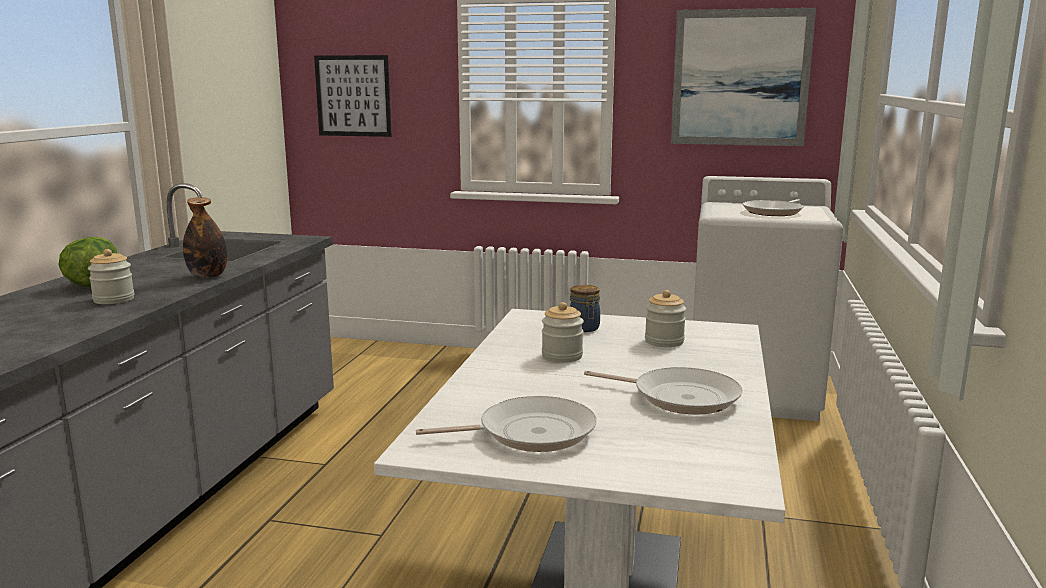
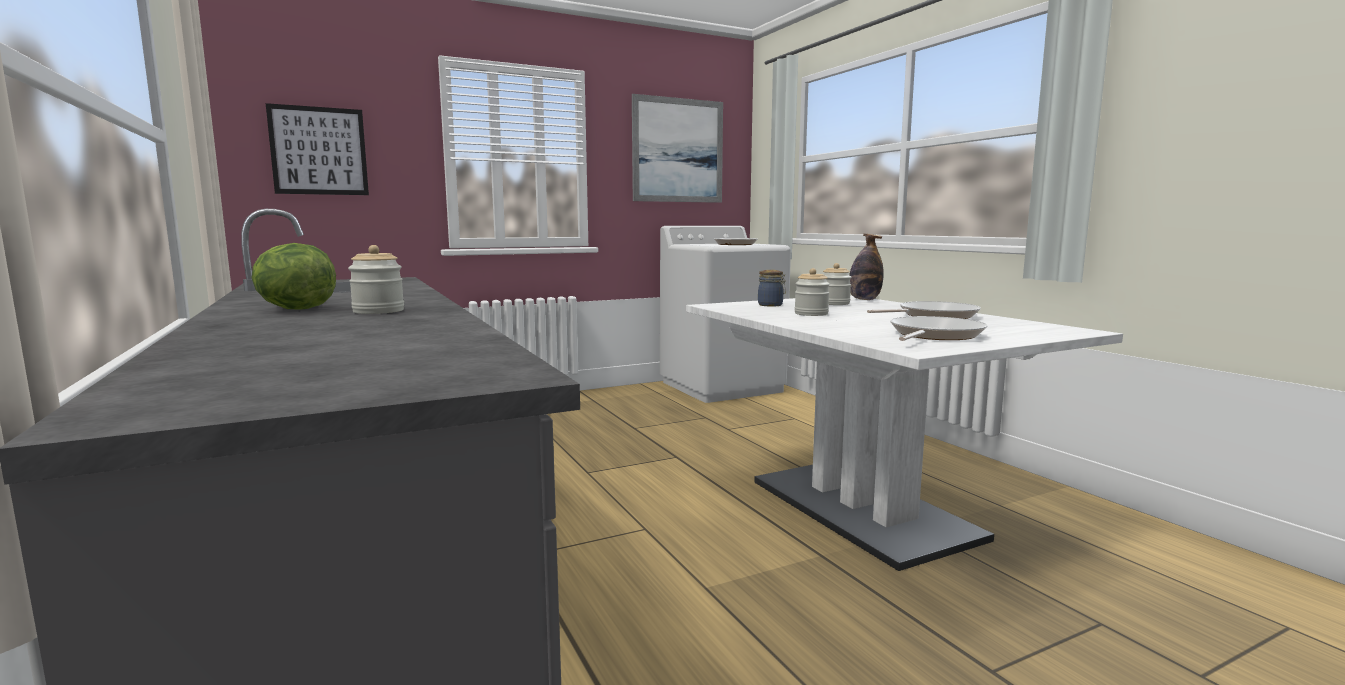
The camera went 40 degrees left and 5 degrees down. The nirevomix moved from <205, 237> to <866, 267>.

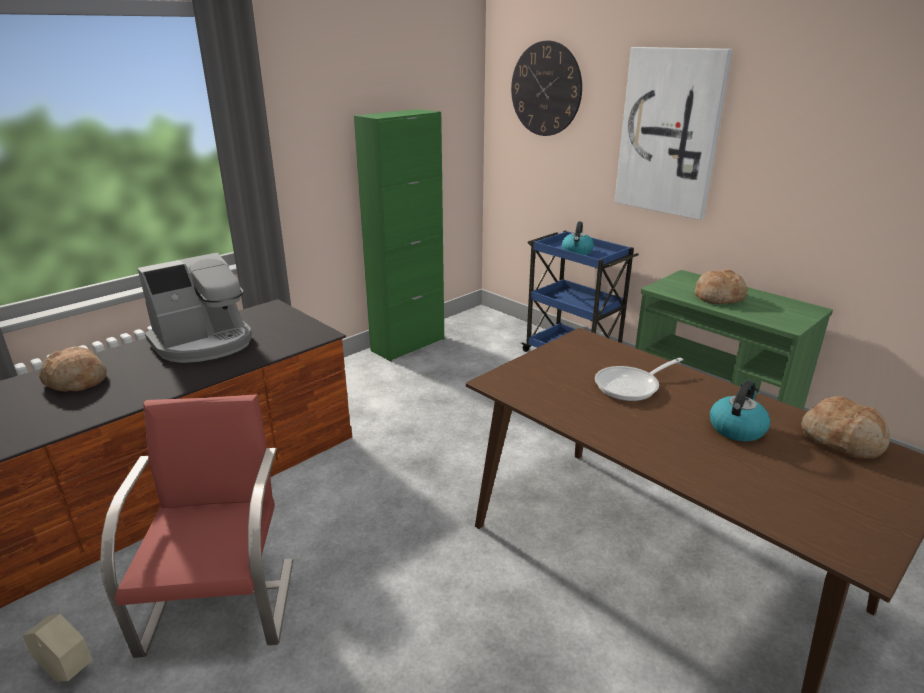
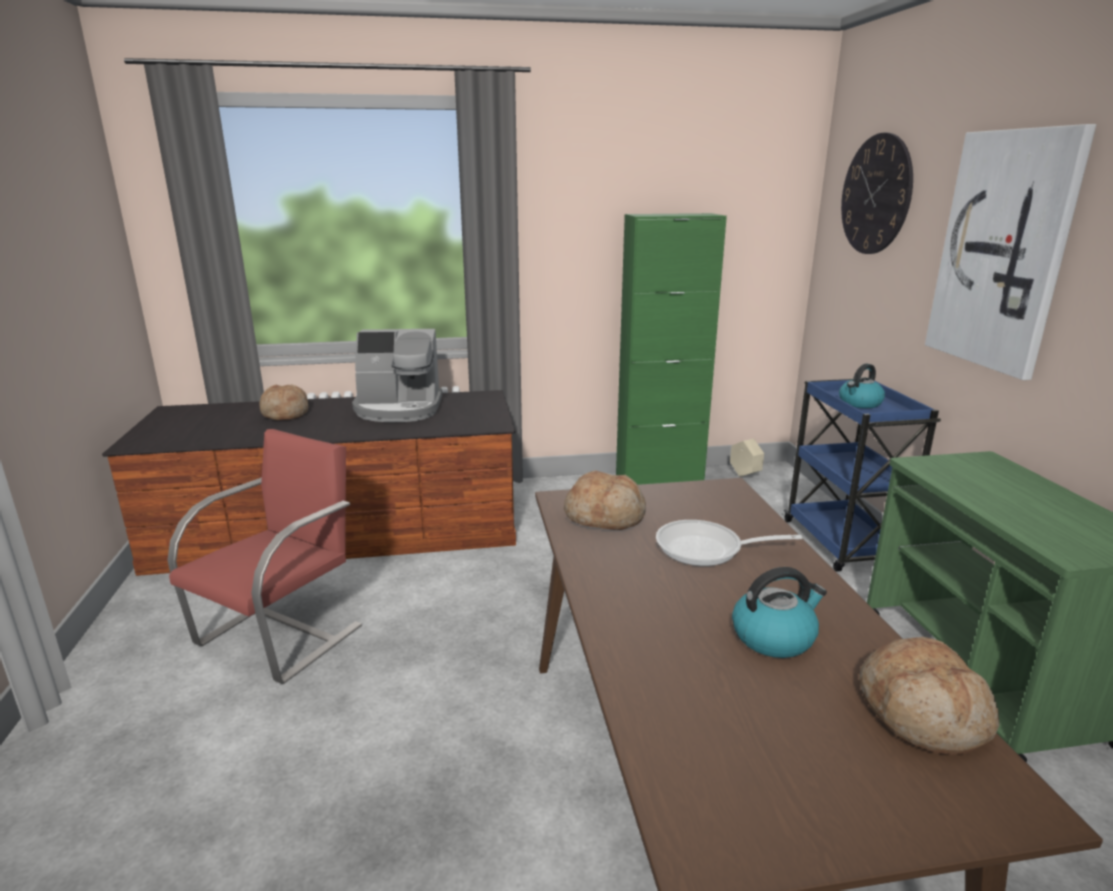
The camera went 35 degrees right and 5 degrees down. The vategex moved from <721, 286> to <605, 500>. The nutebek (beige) moved from <57, 648> to <747, 458>.

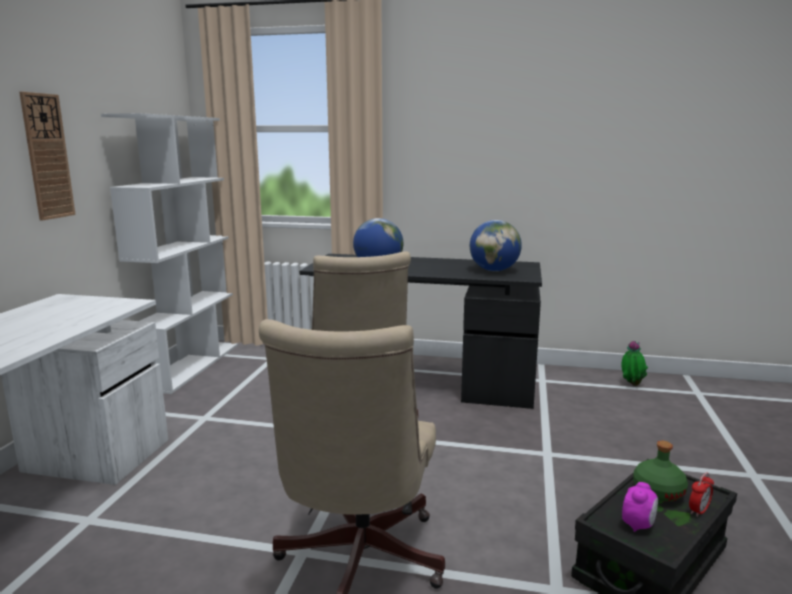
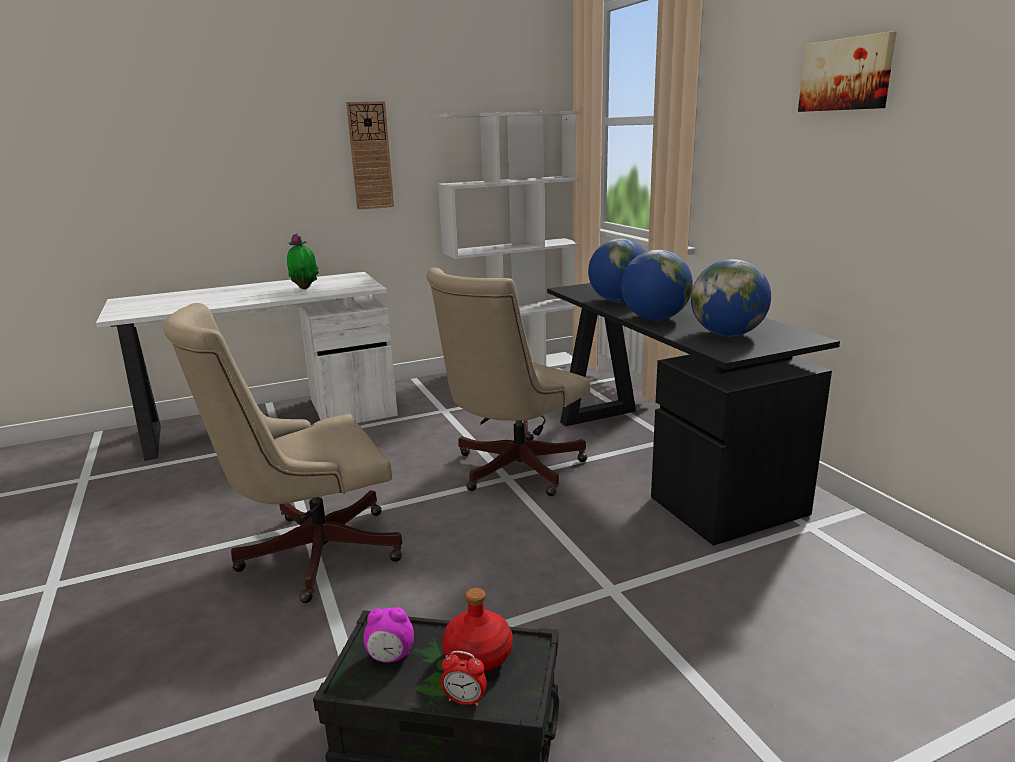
The camera went 55 degrees right and 5 degrees up. The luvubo moved from <635, 363> to <303, 261>. The nirevomix (green) at <660, 471> became the nirevomix (red) at <477, 630>. The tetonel at <847, 72> appeared. The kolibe at <657, 285> appeared.

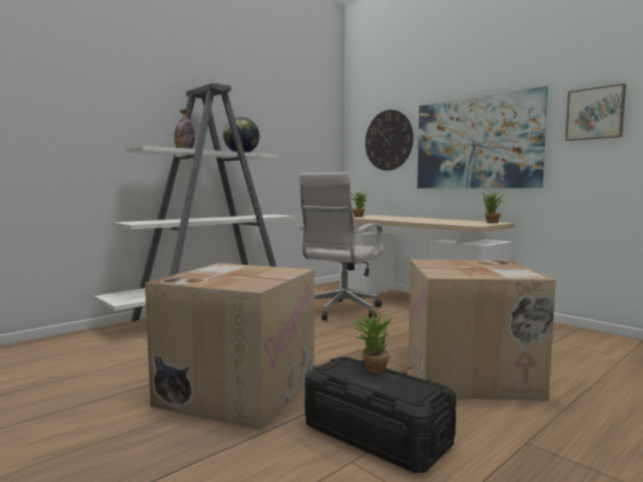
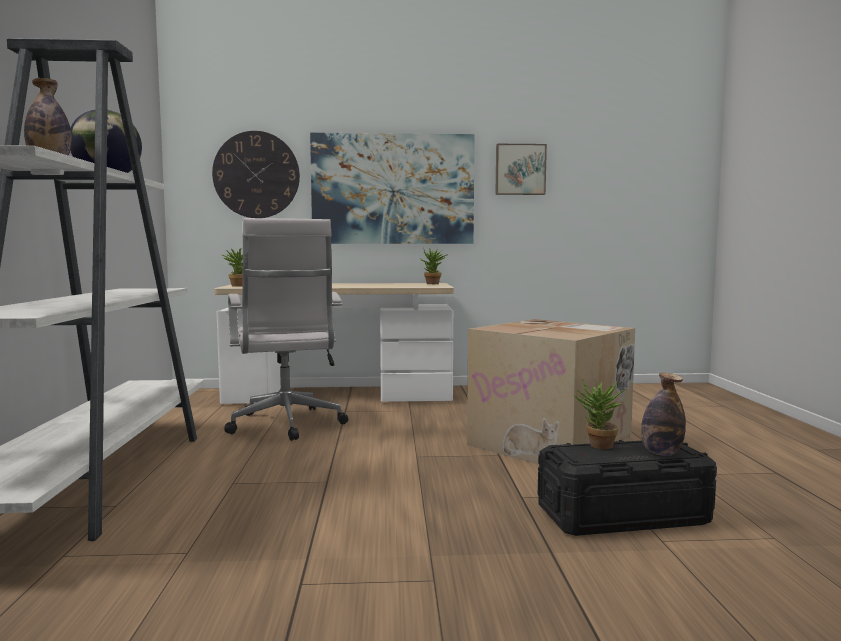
The camera went 50 degrees left and 0 degrees up. The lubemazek at <229, 346> disappeared. The nirevomix at <663, 414> appeared.

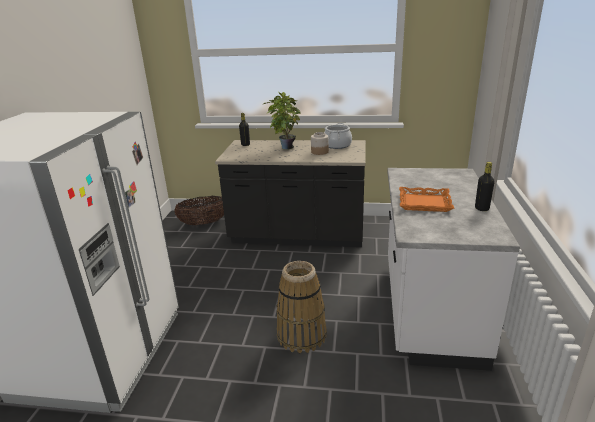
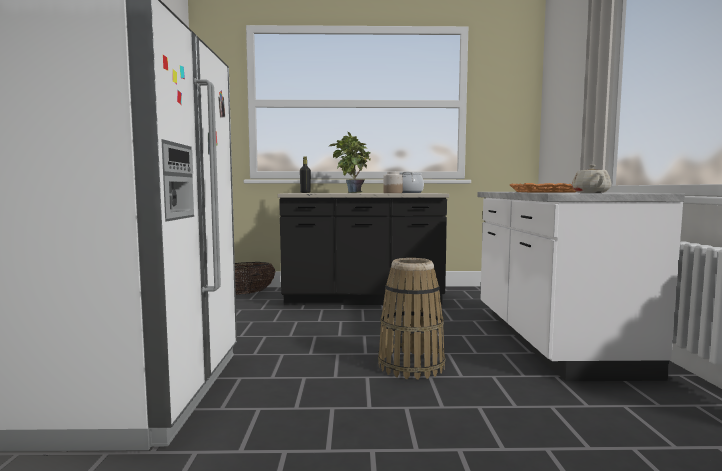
The camera went 10 degrees left and 20 degrees down. The nirevomix (black) at <485, 186> disappeared. The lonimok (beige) at <592, 179> appeared.

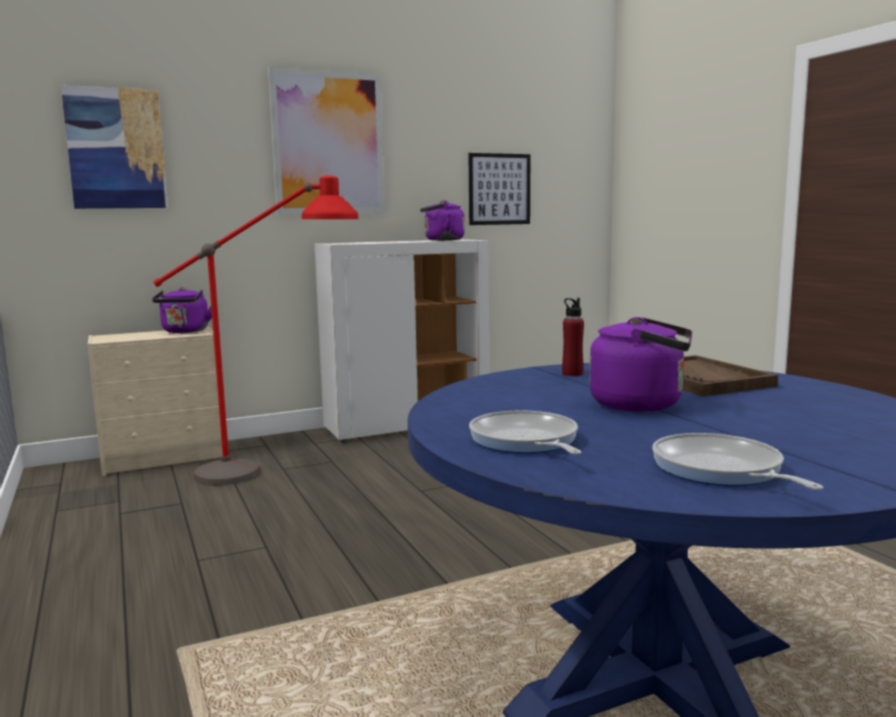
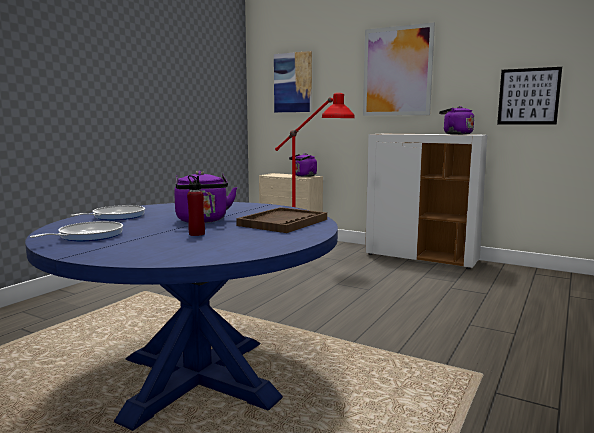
The camera went 55 degrees right and 0 degrees up. The nirevomix (red) moved from <573, 337> to <196, 205>.

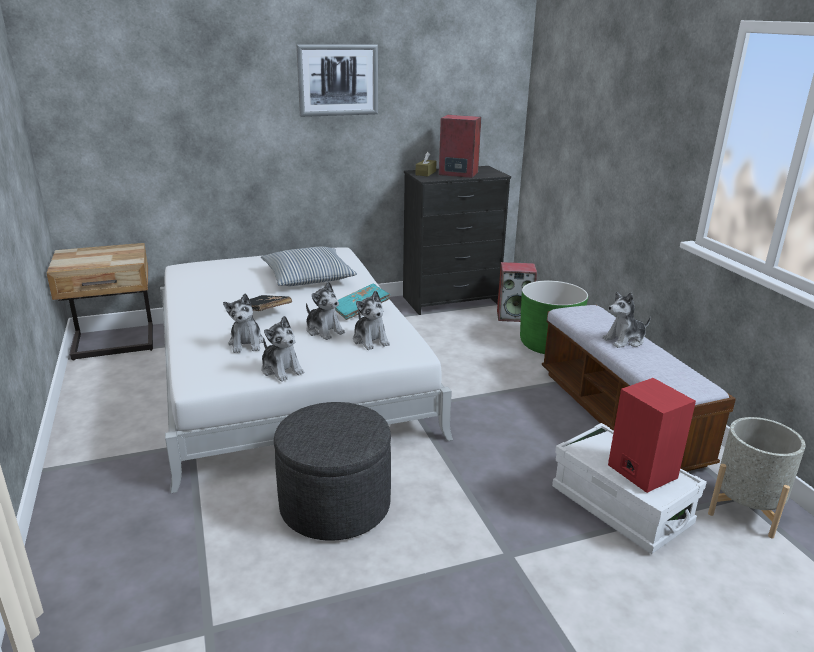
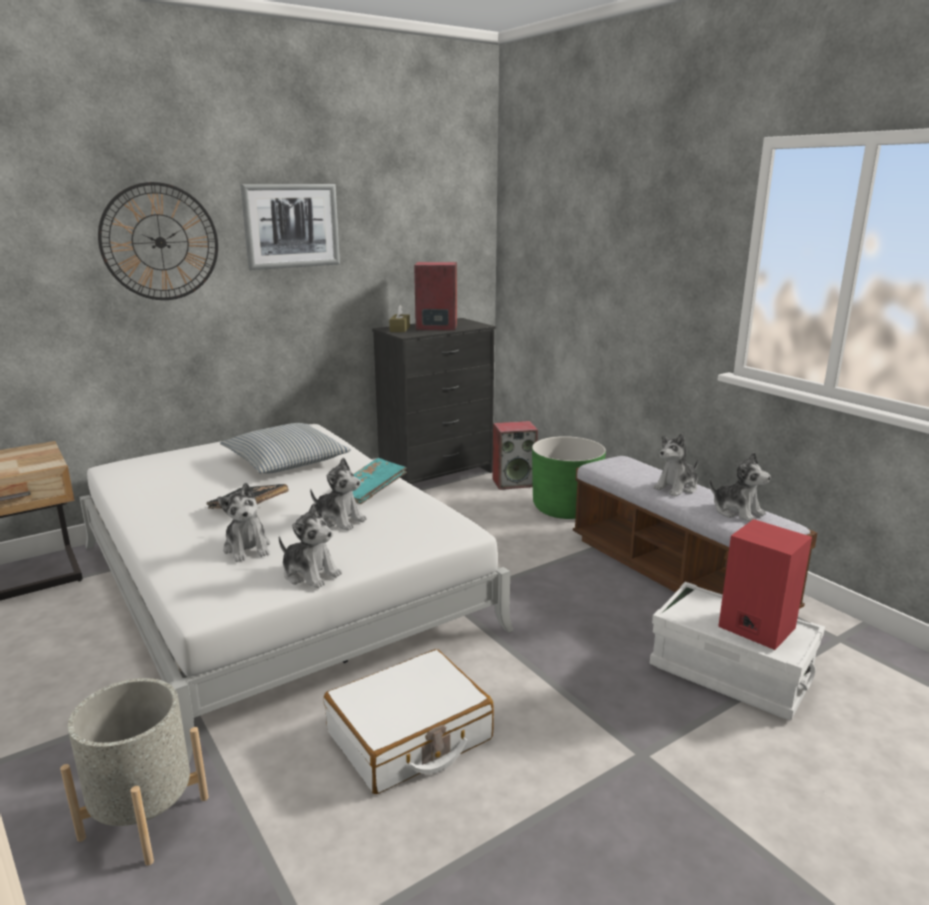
The camera went 15 degrees left and 5 degrees down. The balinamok moved from <371, 320> to <740, 487>. The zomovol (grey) at <332, 471> was replaced by the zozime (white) at <409, 721>. The nutebek (grey) moved from <757, 477> to <134, 772>. The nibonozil at <158, 241> appeared.

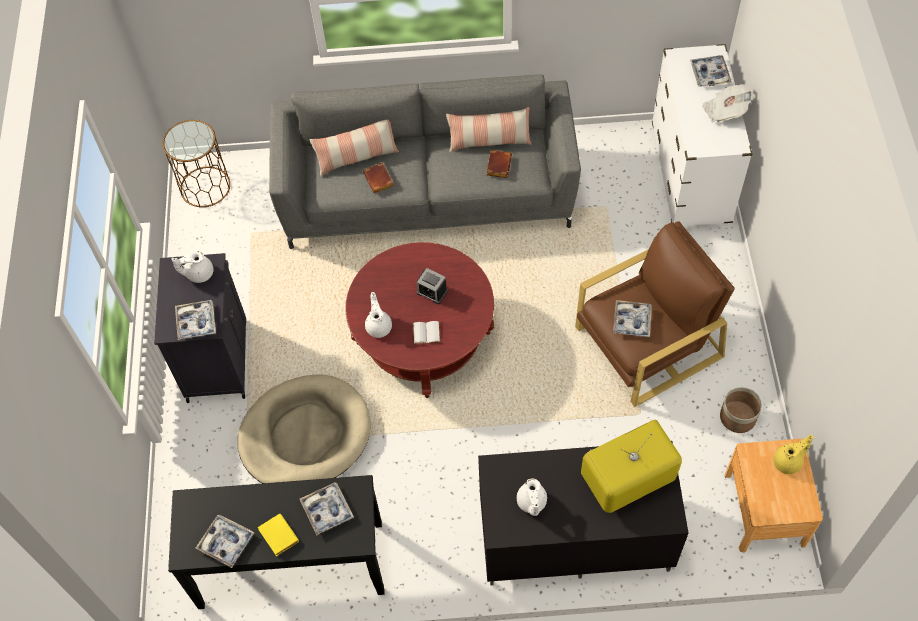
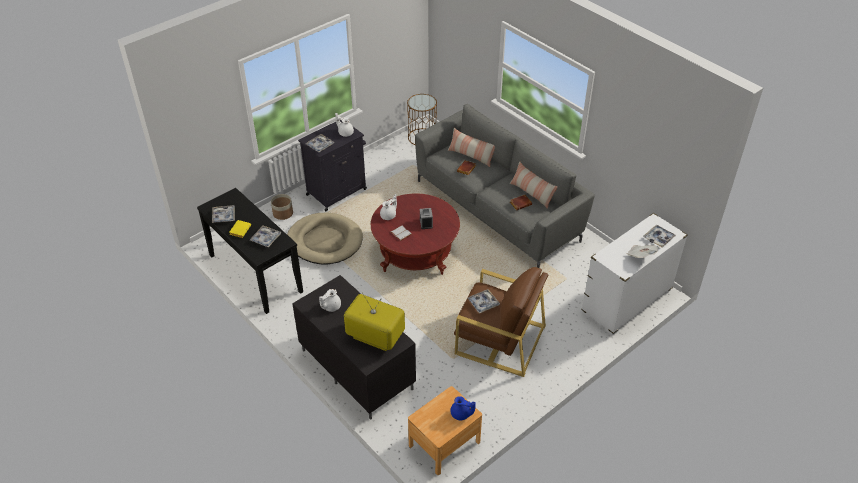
The camera went 50 degrees right and 15 degrees down. The nutebek moved from <741, 410> to <282, 207>. The lonimok (yellow) at <793, 454> became the lonimok (blue) at <463, 408>.

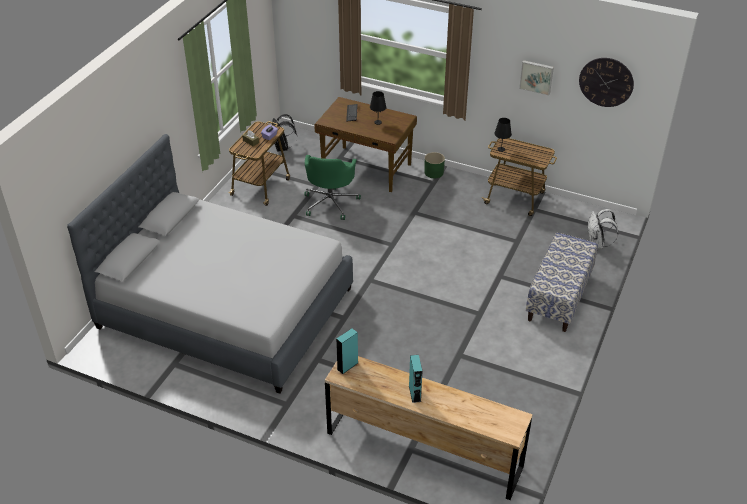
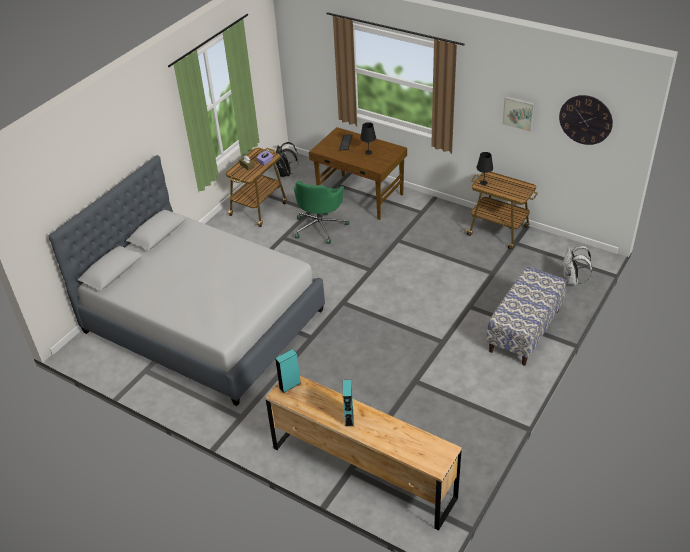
The camera went 10 degrees right and 0 degrees up. The nutebek (green) at <435, 165> disappeared.

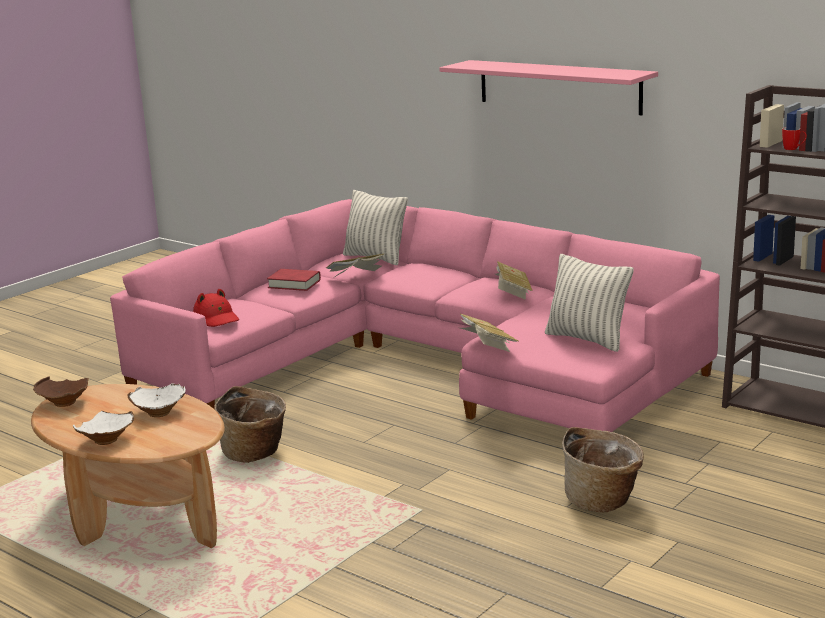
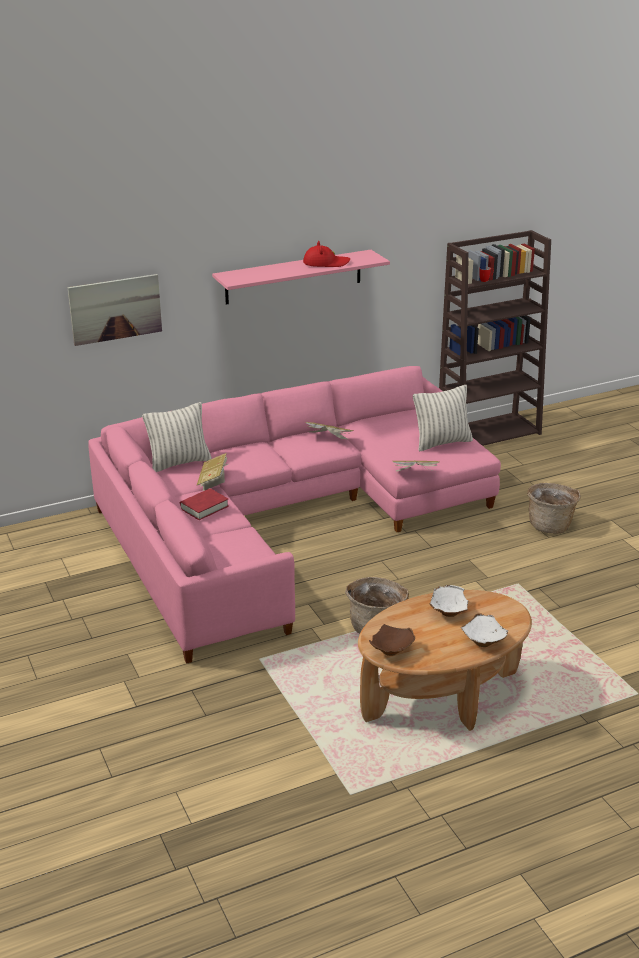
The camera went 65 degrees left and 10 degrees up. The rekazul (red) moved from <216, 308> to <326, 254>. The tetonel at <115, 310> appeared.

